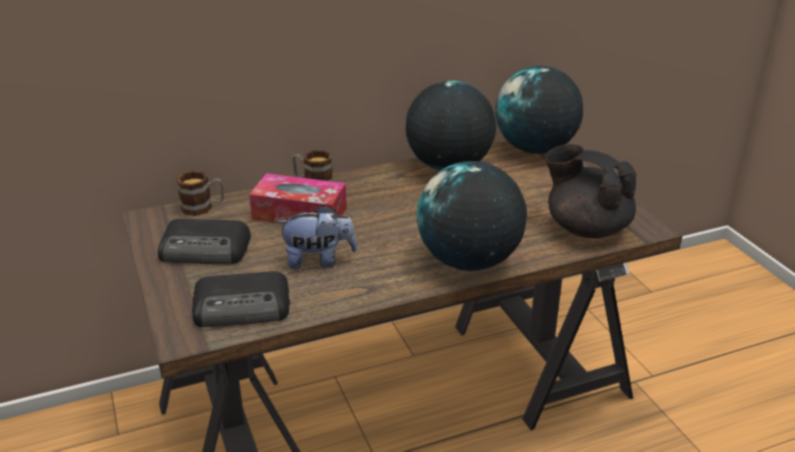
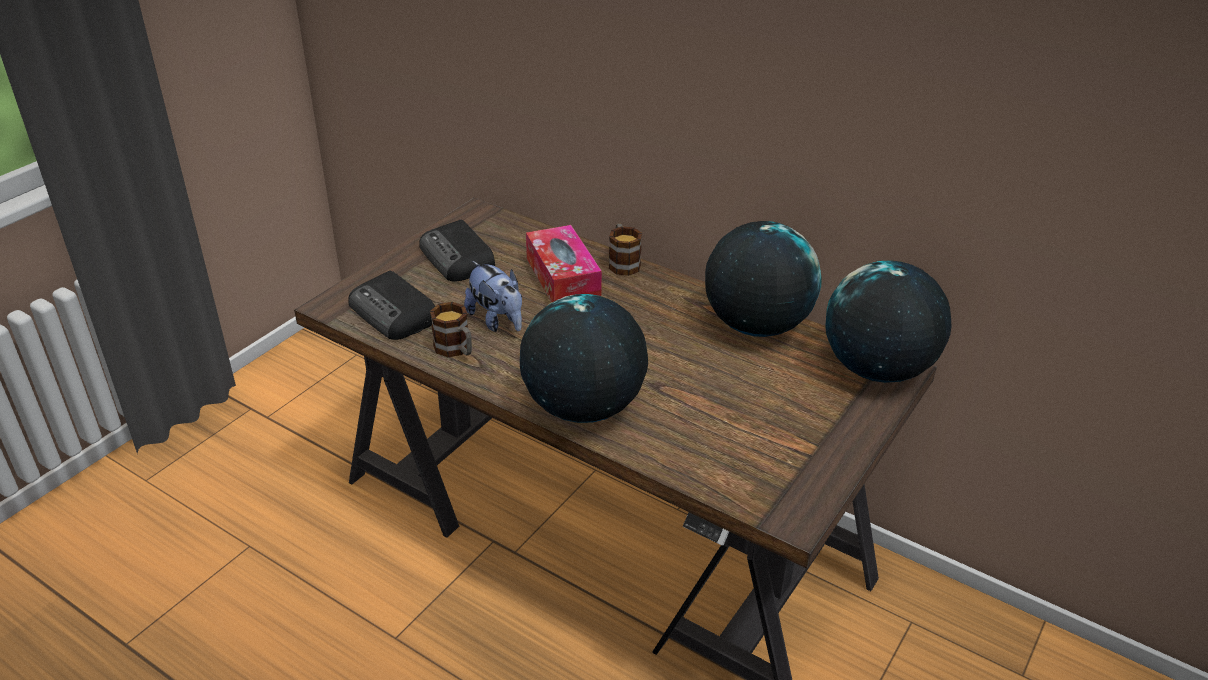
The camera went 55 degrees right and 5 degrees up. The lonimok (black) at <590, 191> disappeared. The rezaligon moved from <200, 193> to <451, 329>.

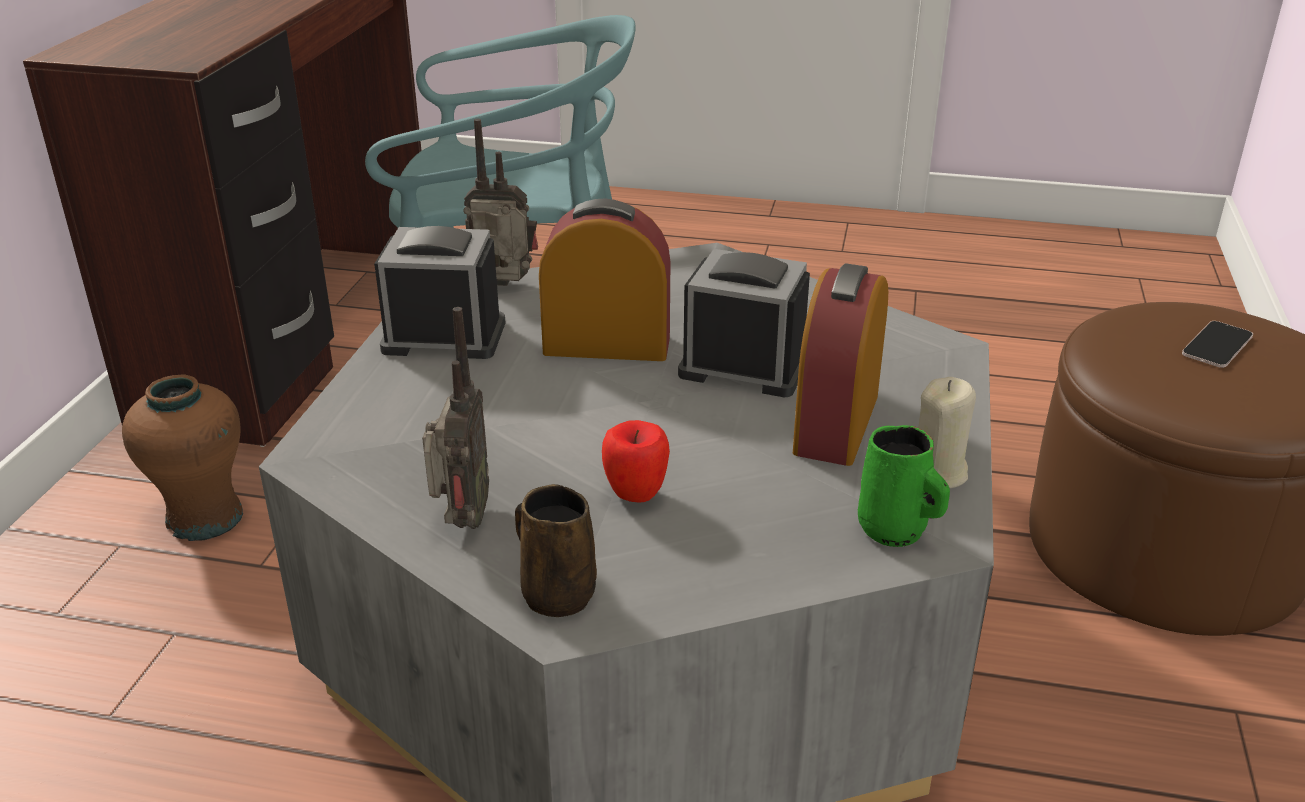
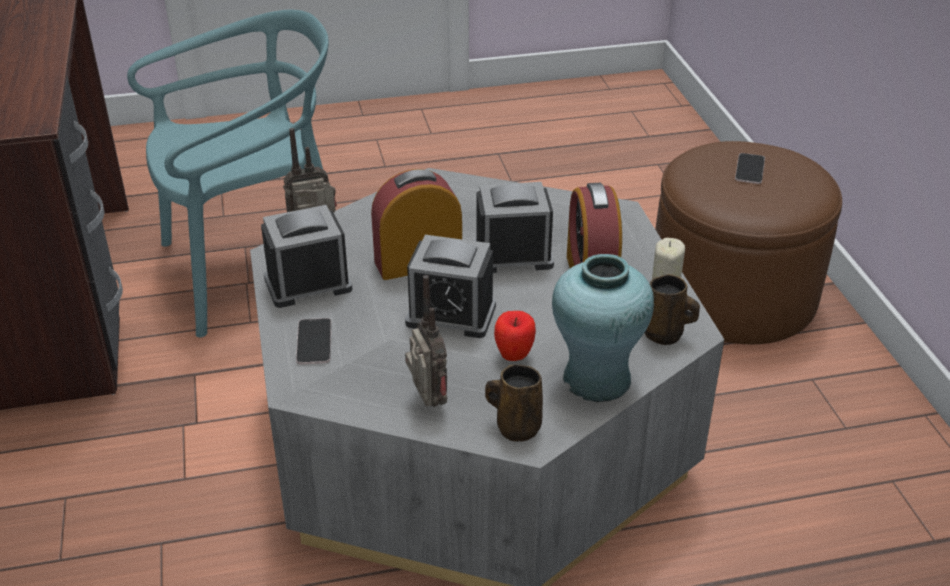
The camera went 25 degrees left and 5 degrees up. The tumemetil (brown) at <182, 458> disappeared. The rezaligon (green) at <904, 486> became the rezaligon (brown) at <672, 309>. The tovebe at <450, 286> appeared. The tumemetil (turquoise) at <603, 328> appeared. The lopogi at <313, 341> appeared.

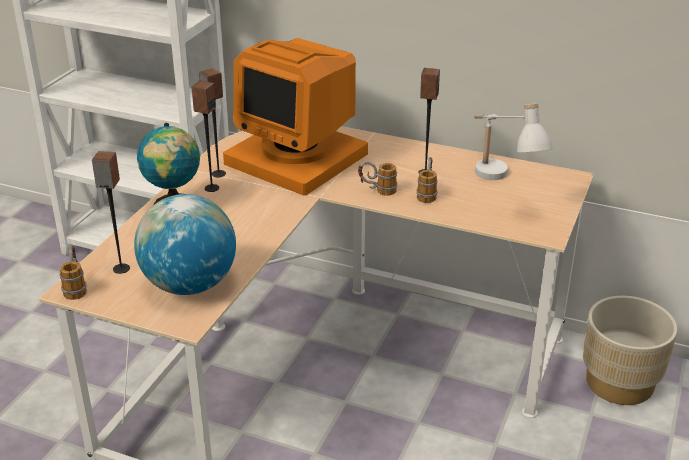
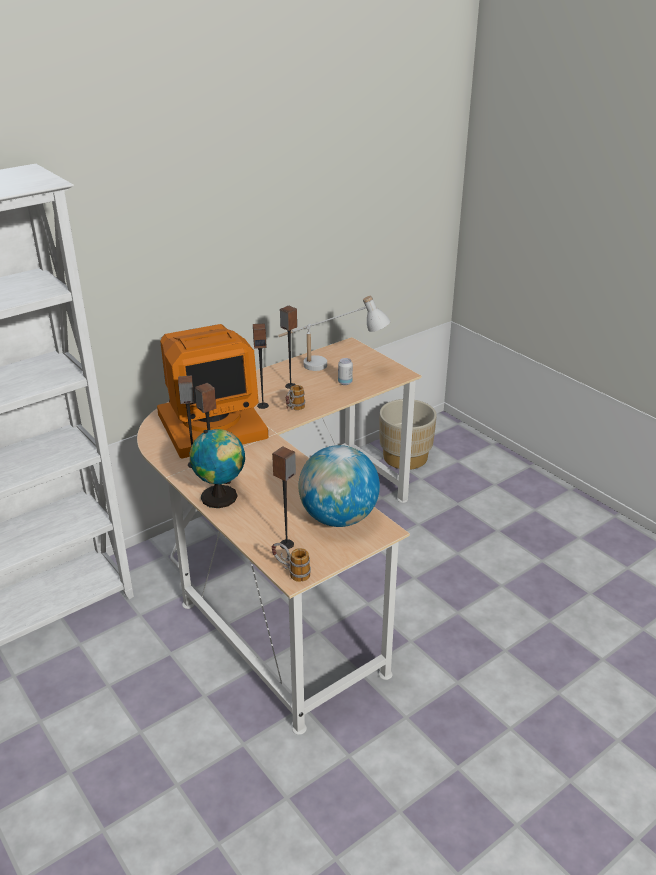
The camera went 60 degrees left and 0 degrees up. The rezaligon at <427, 180> disappeared. The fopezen at <261, 366> appeared. The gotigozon at <345, 371> appeared.

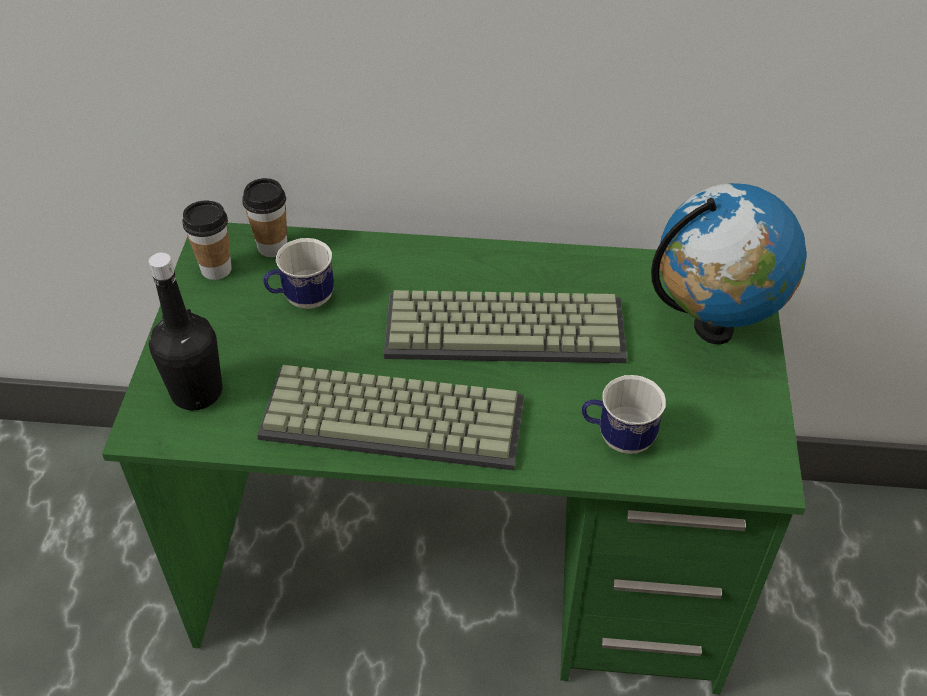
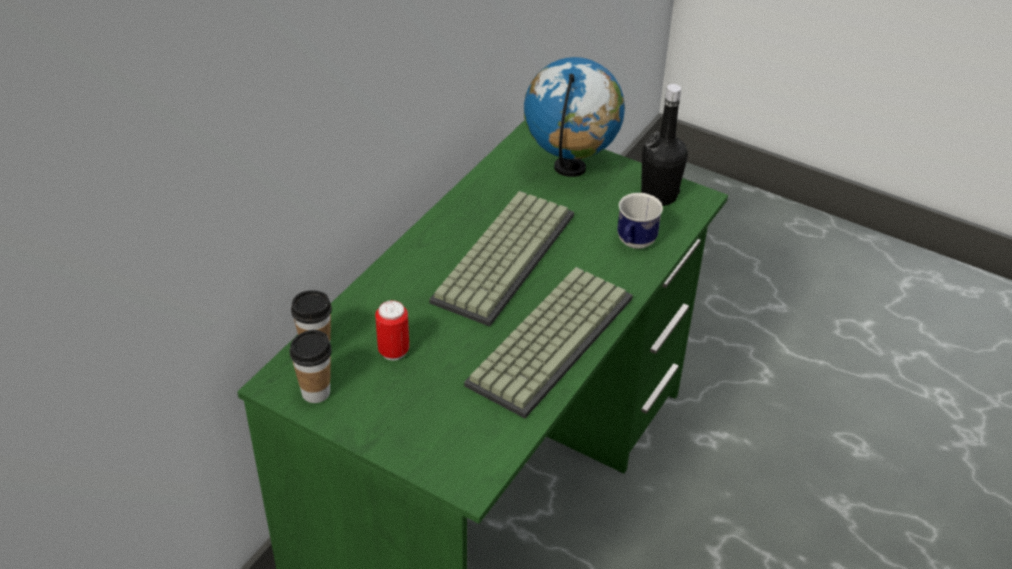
The camera went 65 degrees left and 5 degrees down. The rezaligon at <298, 273> was replaced by the gotigozon at <392, 330>. The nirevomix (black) moved from <185, 331> to <664, 145>.

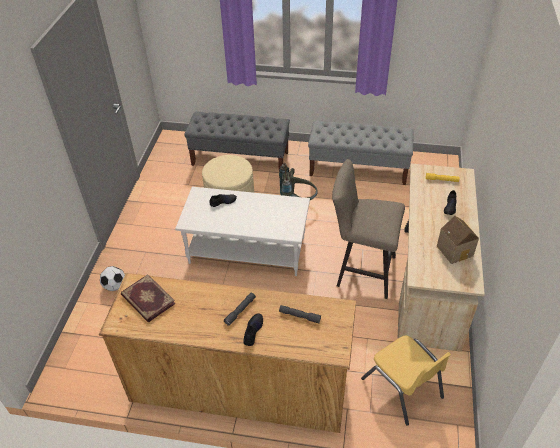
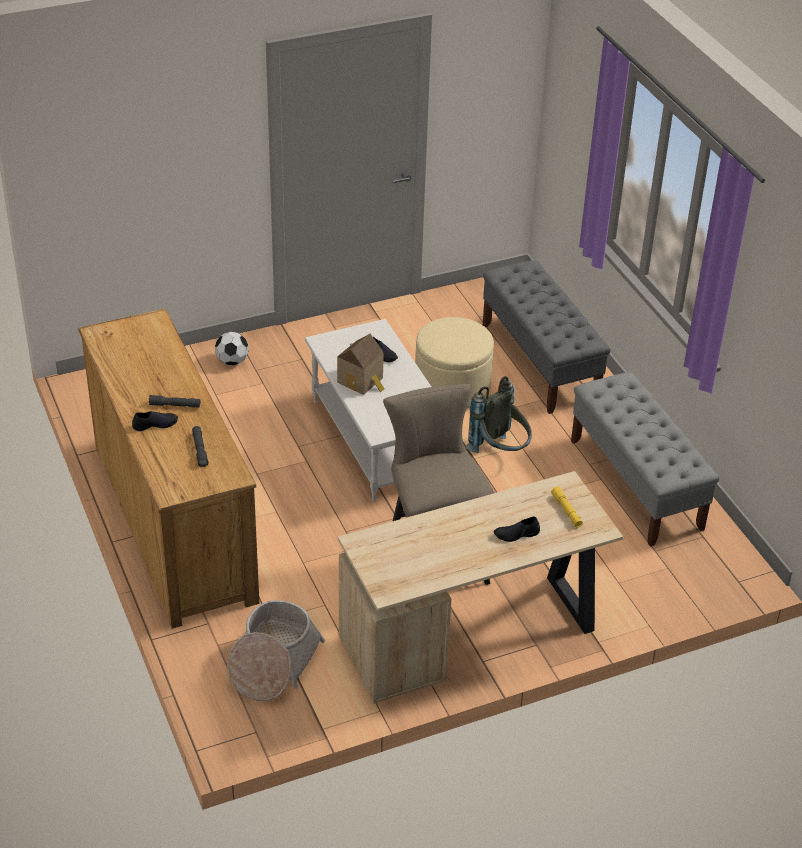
The camera went 55 degrees right and 5 degrees down. The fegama moved from <458, 240> to <360, 364>. The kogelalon at <148, 298> disappeared. The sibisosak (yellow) at <406, 381> was replaced by the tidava at <276, 650>.

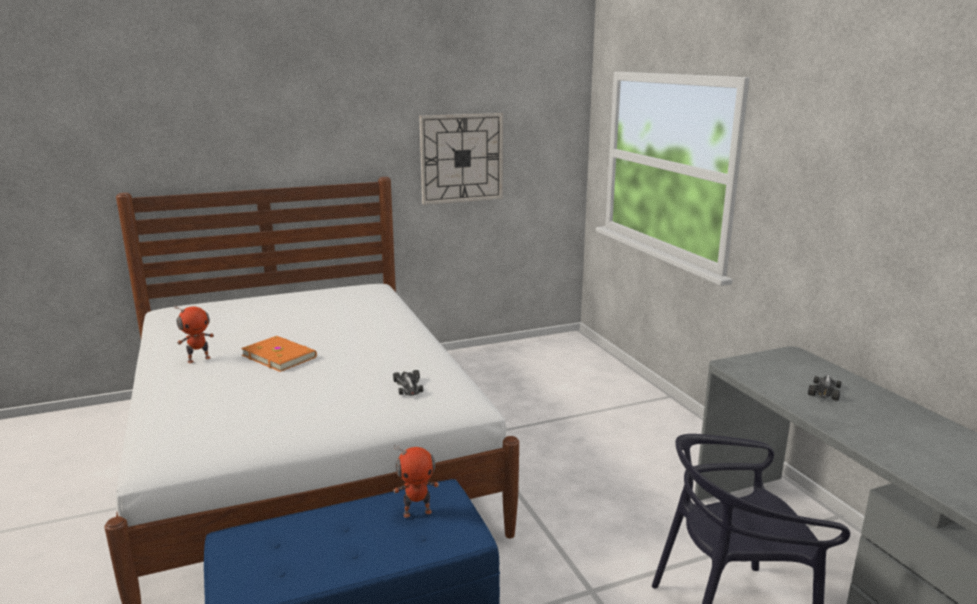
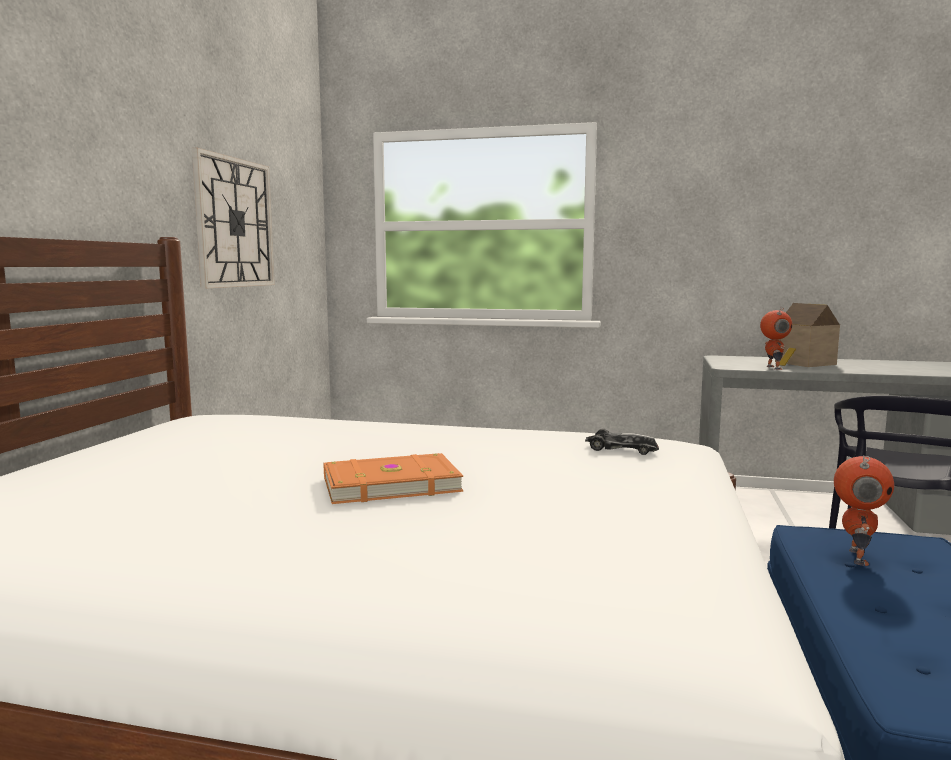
The camera went 55 degrees left and 10 degrees down. The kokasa moved from <194, 334> to <776, 338>. The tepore at <824, 388> was replaced by the fegama at <807, 335>.

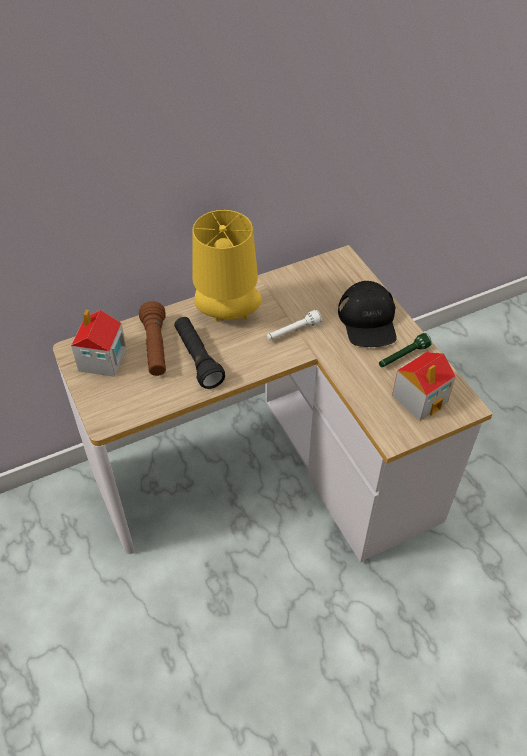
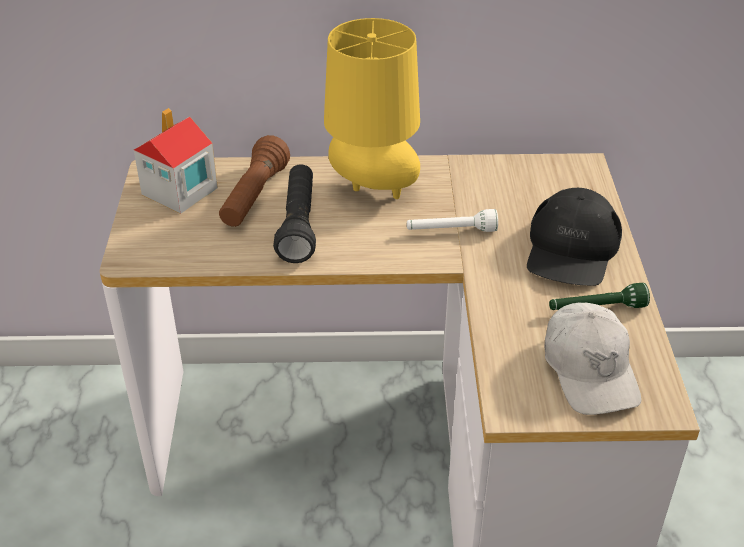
The camera went 25 degrees right and 10 degrees down. The fegama at <424, 386> was replaced by the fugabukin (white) at <593, 359>.

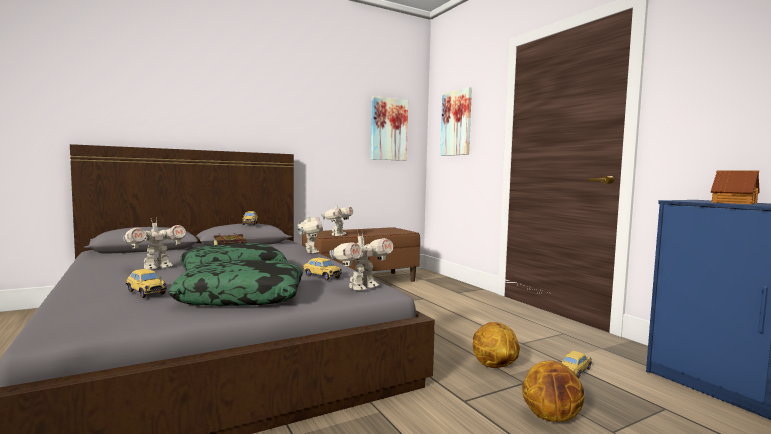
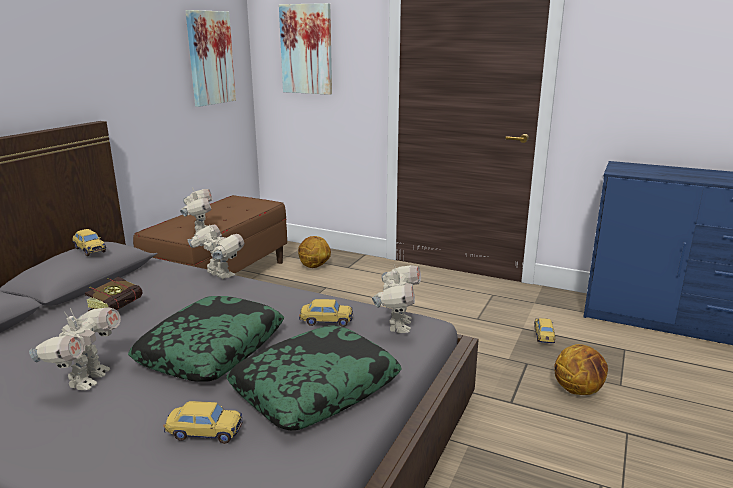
The camera went 35 degrees left and 15 degrees up. The fegama at <735, 187> disappeared. The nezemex moved from <496, 345> to <314, 252>.

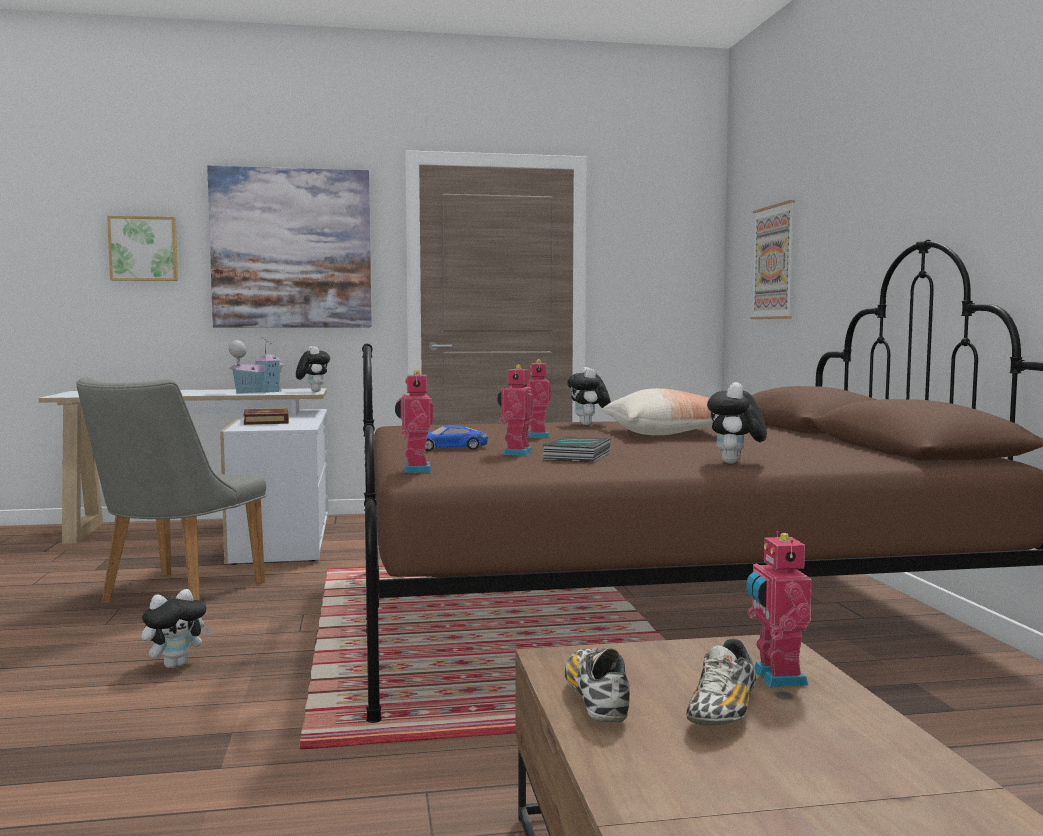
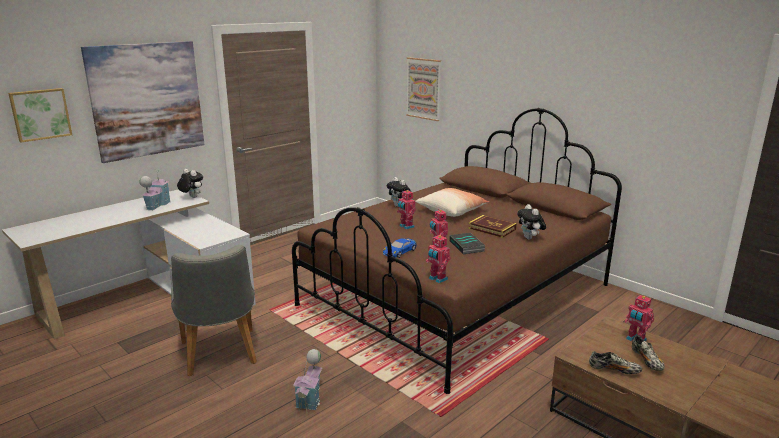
The camera went 35 degrees left and 15 degrees up. The kogelalon moved from <266, 416> to <492, 226>. The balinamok at <176, 628> was replaced by the fegama at <307, 381>. The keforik at <597, 685> turned 150 degrees clockwise.

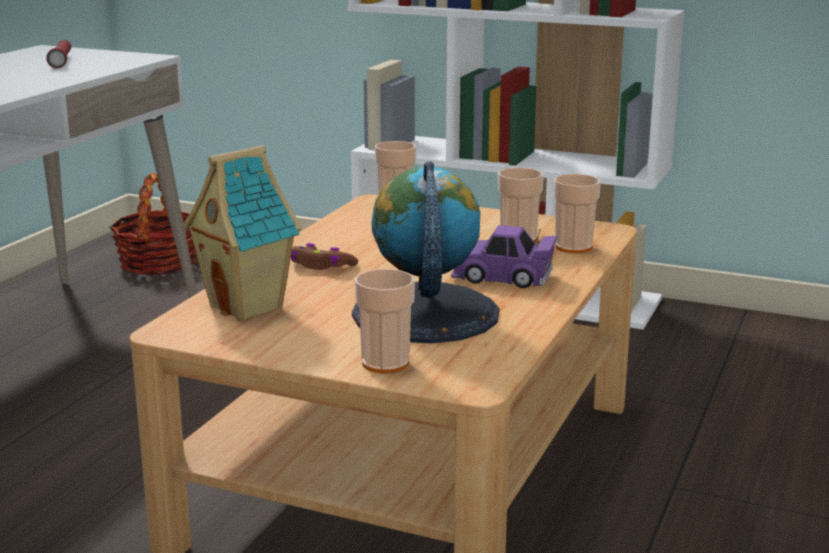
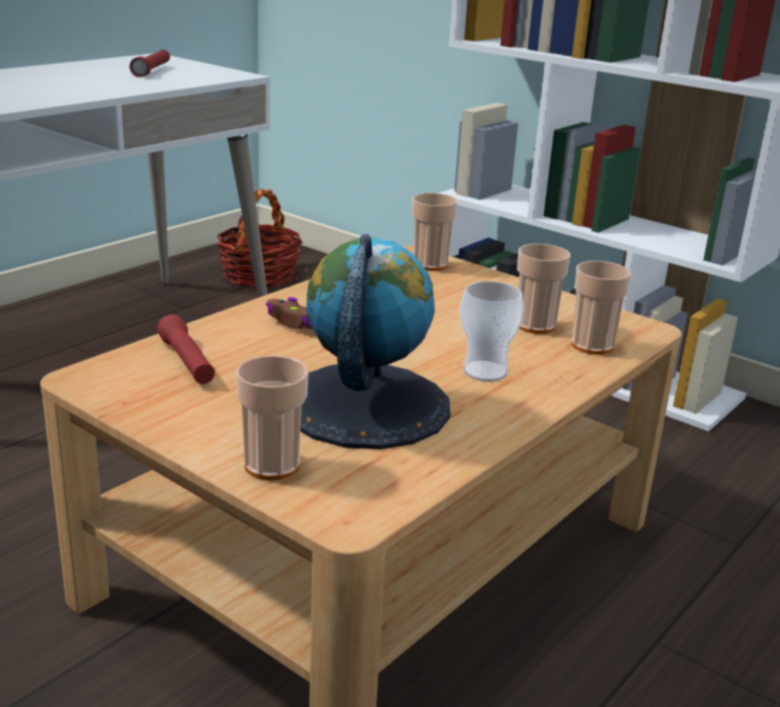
The camera went 15 degrees right and 5 degrees up. The fegama at <242, 233> was replaced by the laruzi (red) at <186, 349>. The tepore (purple) at <504, 256> was replaced by the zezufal at <492, 331>.

